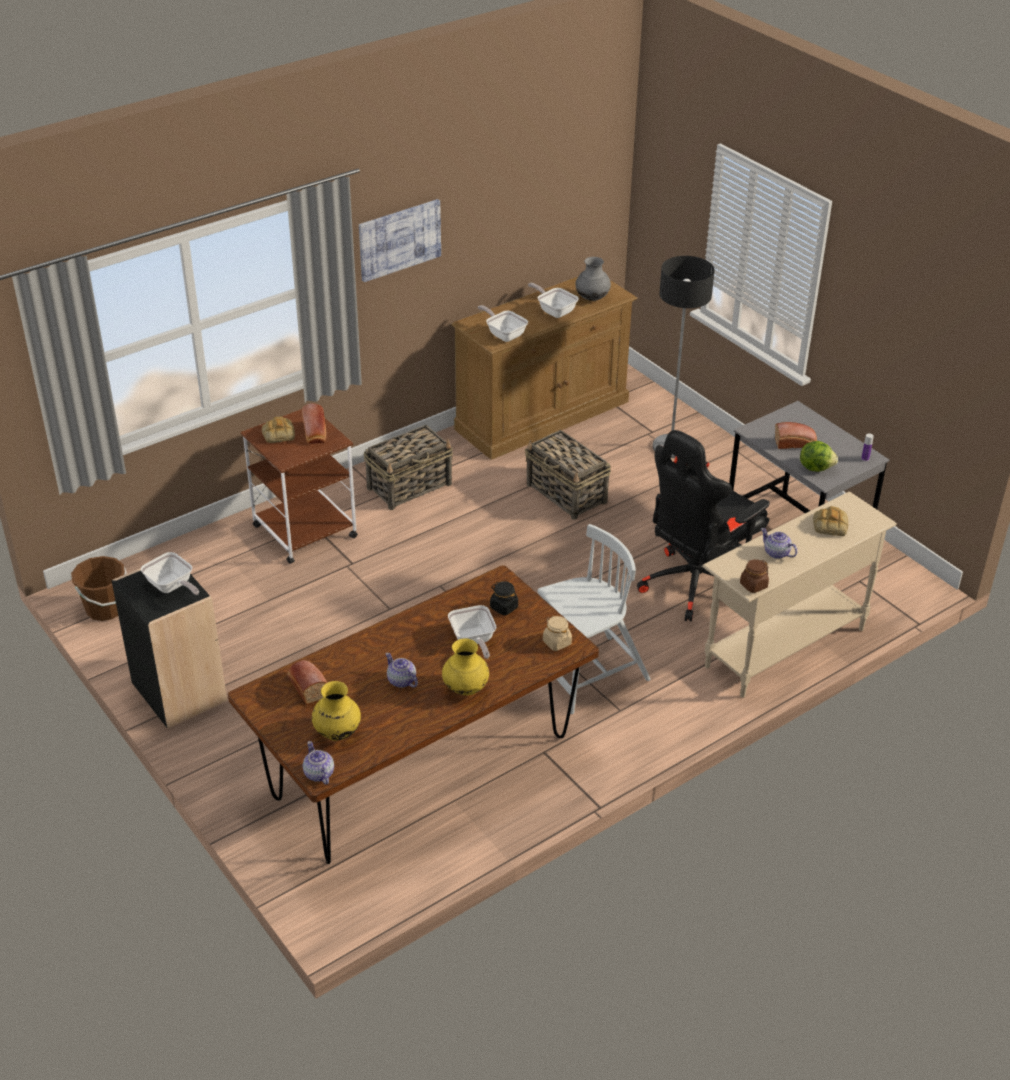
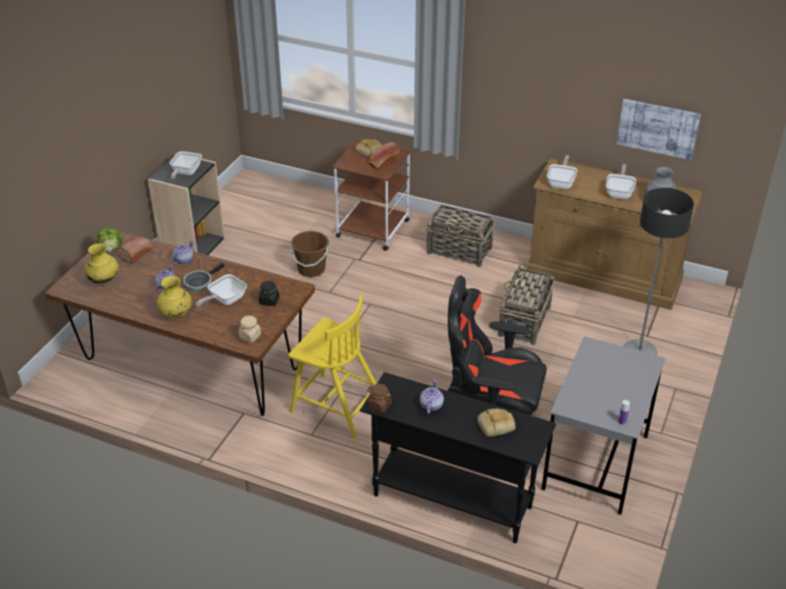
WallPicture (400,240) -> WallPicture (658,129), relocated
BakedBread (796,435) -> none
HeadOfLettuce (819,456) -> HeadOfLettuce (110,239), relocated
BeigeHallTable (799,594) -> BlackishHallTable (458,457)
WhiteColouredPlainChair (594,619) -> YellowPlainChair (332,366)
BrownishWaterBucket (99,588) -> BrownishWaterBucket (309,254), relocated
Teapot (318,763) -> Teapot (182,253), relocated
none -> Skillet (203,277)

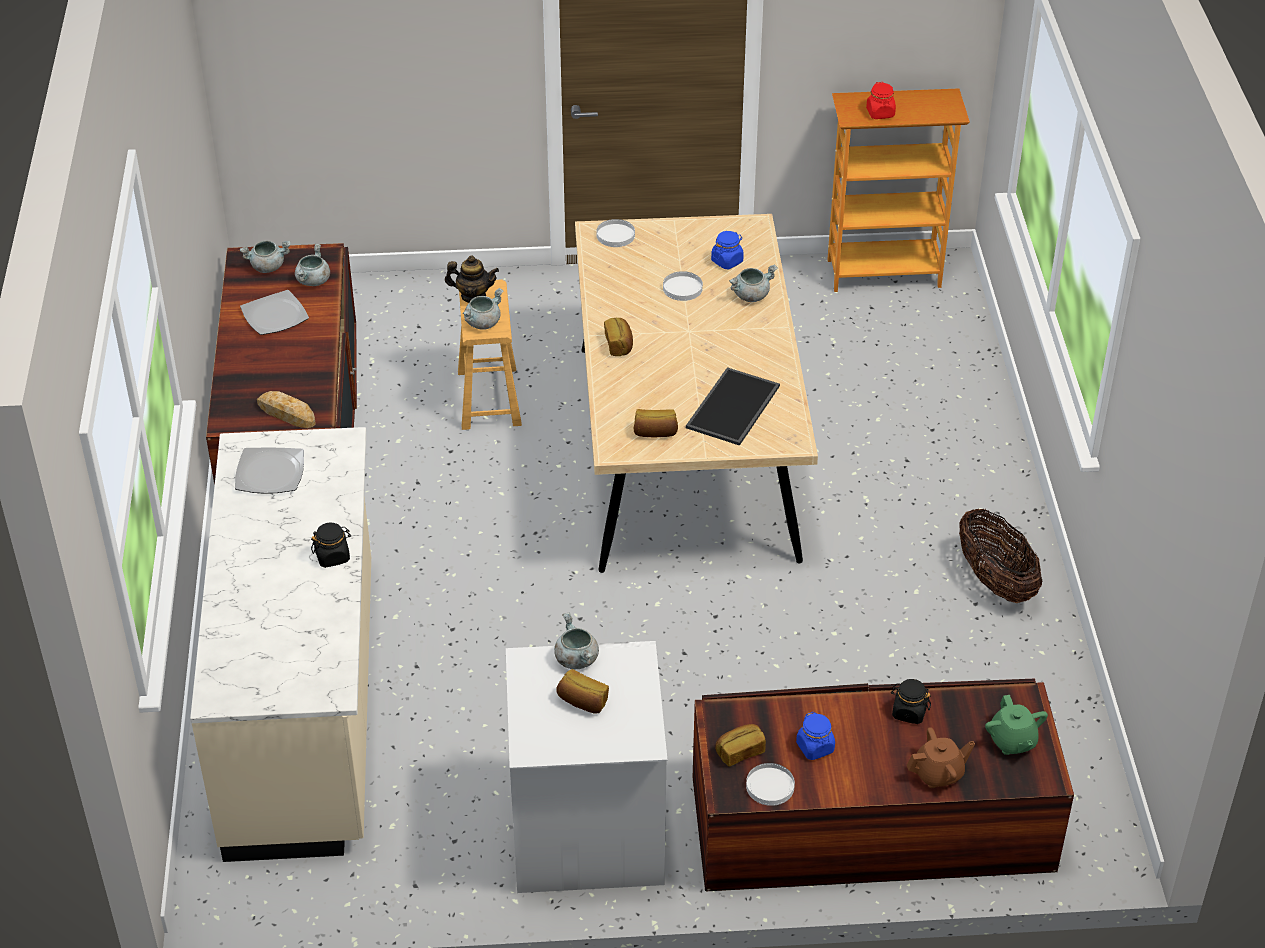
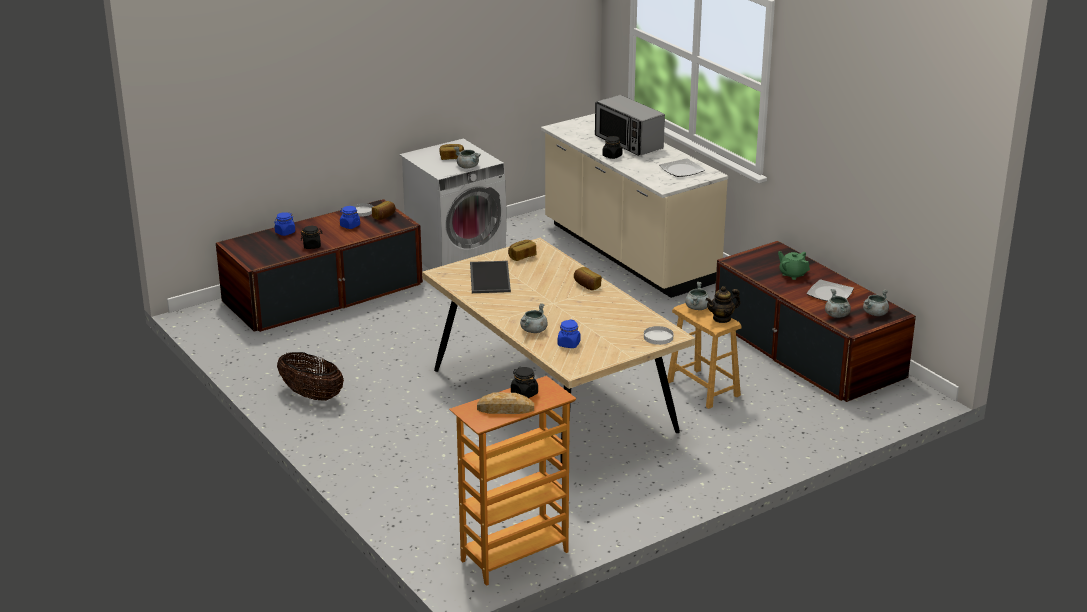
RedColouredPreserveJar (881,100) -> BlackishPreserveJar (524,382)
WhiteColouredFlatDish (683,286) -> none
BakedBread (286,409) -> BakedBread (505,403), relocated
GreenishTeapot (1016,725) -> GreenishTeapot (794,265), relocated
BrownishTeapot (941,757) -> BlueColouredPreserveJar (284,224)
none -> KitchenMicrowave (630,125)

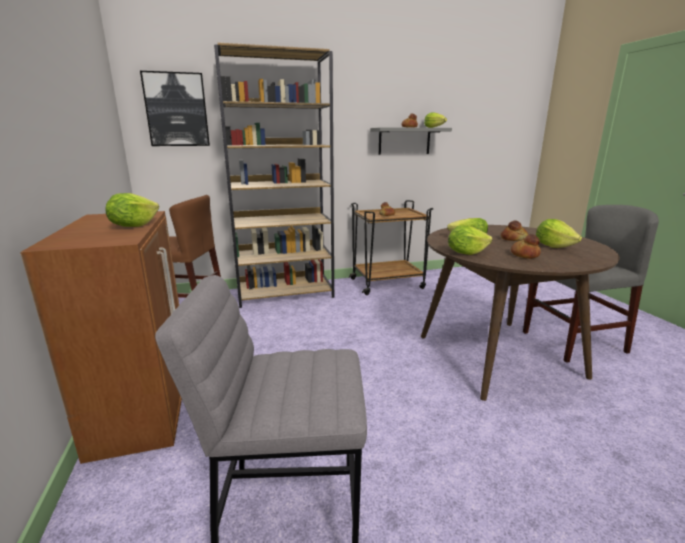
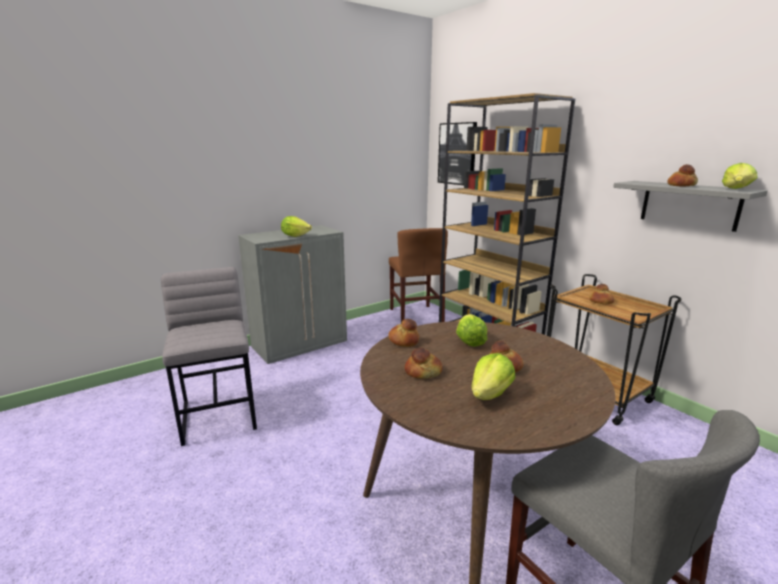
BrownishCupboard (101,337) -> GreyishCupboard (292,294)
HeadOfLettuce (470,240) -> BakedBread (403,333)

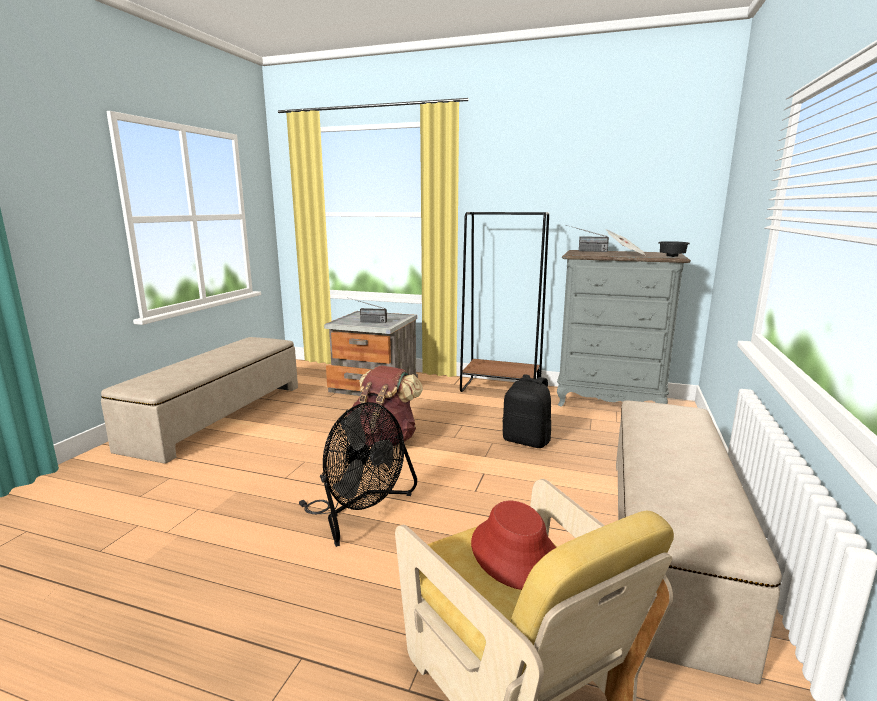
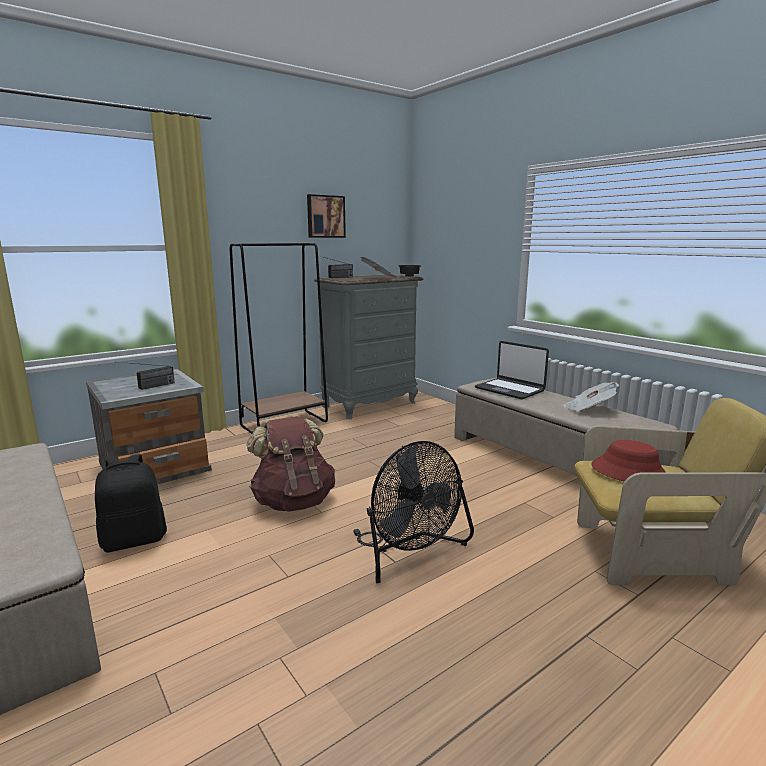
BlackishBackpack (526,411) -> BlackishBackpack (131,503), relocated
BlackishElectricFan (358,474) -> BlackishElectricFan (413,512), 75 degrees clockwise
none -> WallPicture (326,216)
none -> PortableComputer (512,370)
none -> Newspaper (591,397)

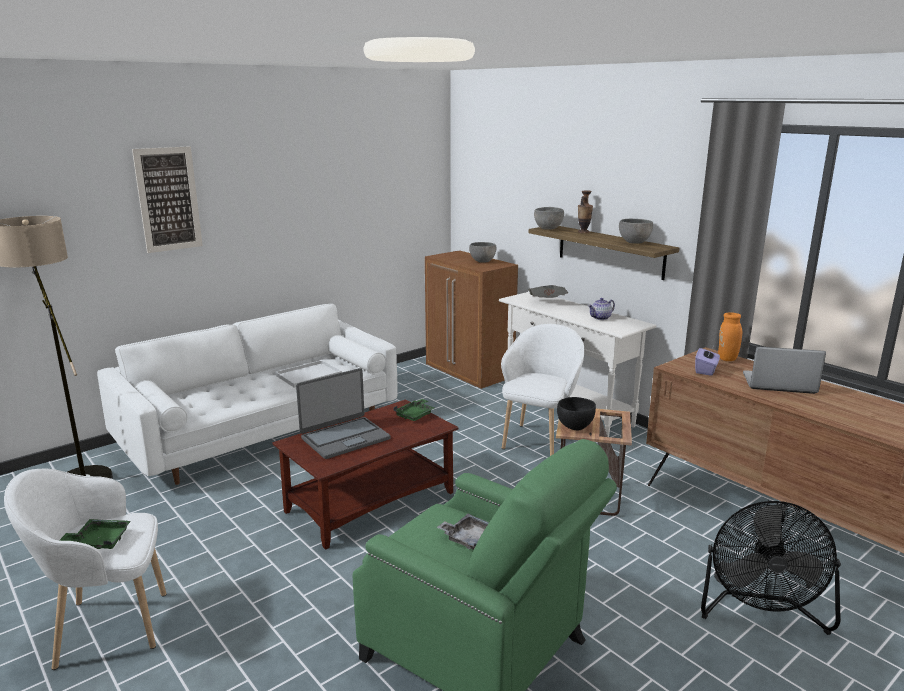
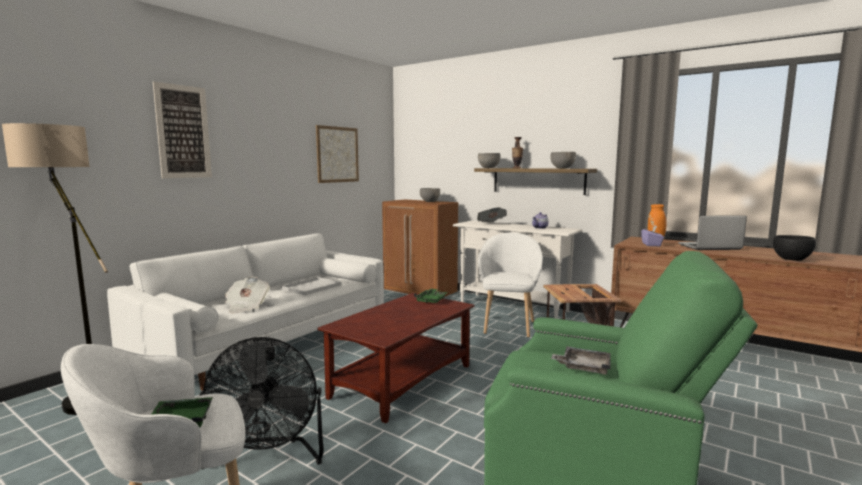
PortableComputer (343,413) -> none
BlackishDeepDish (576,413) -> BlackishDeepDish (794,248), relocated
BlackishElectricFan (771,567) -> BlackishElectricFan (261,403), relocated
none -> WallPicture (337,154)
none -> Newspaper (247,295)

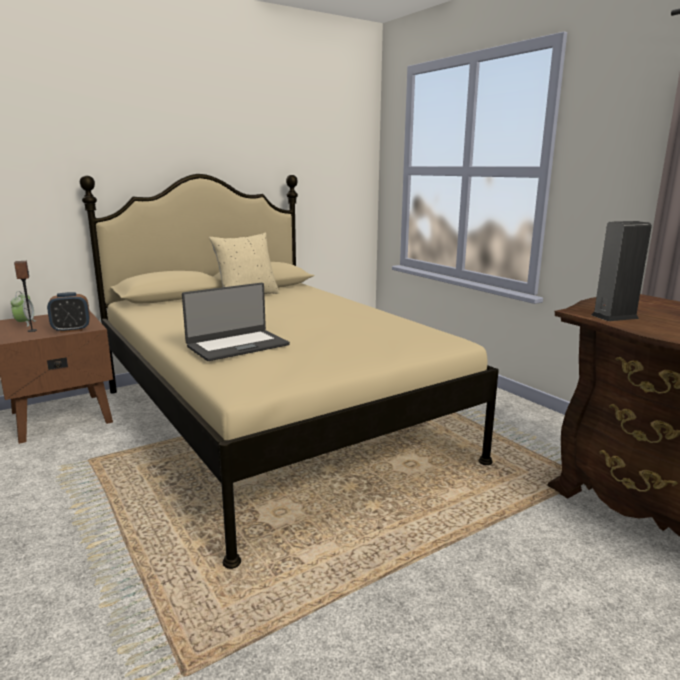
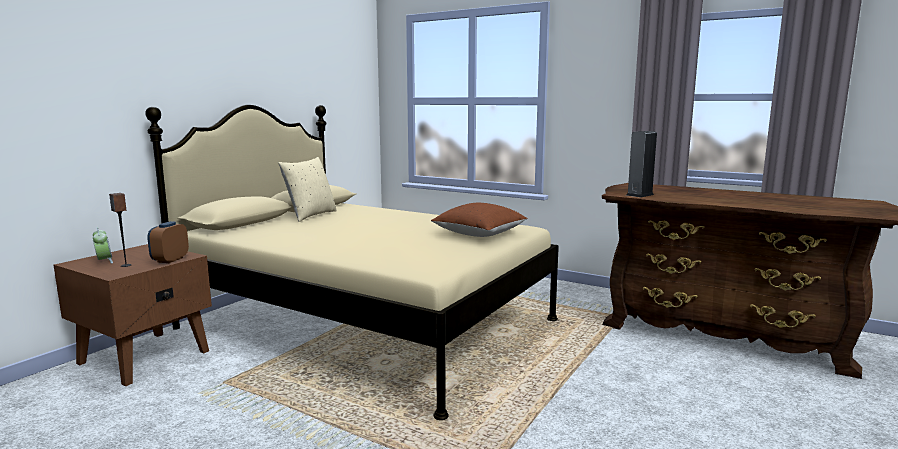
PortableComputer (236,322) -> none
BedsideClock (68,312) -> BedsideClock (168,242), 150 degrees clockwise
none -> BrownishCushion (479,220)

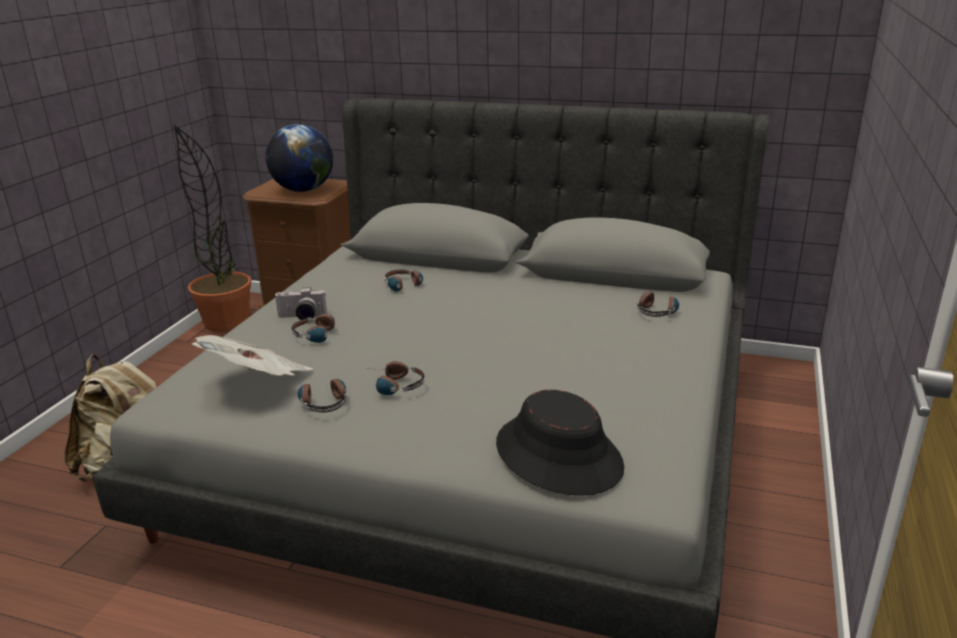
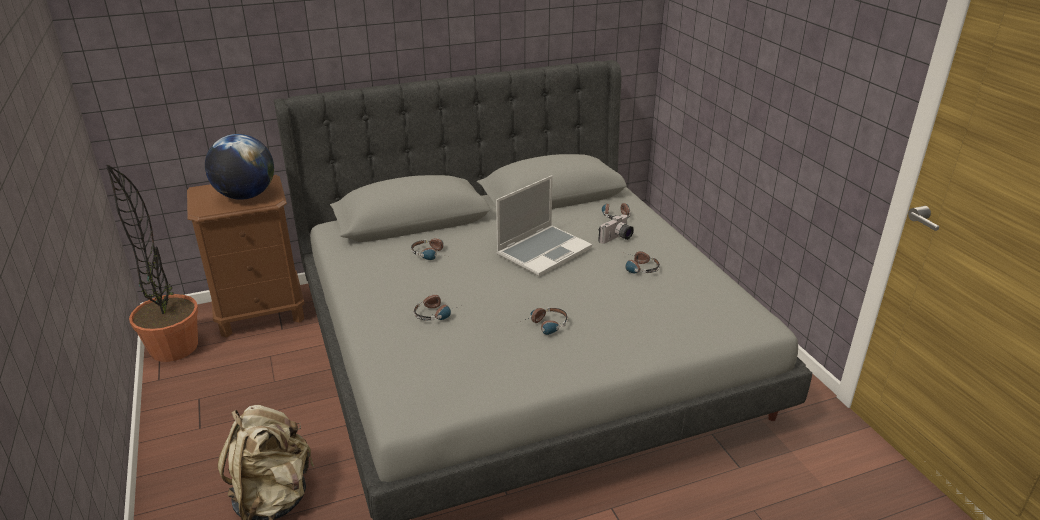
StillCamera (301,303) -> StillCamera (616,229), relocated
Newspaper (252,355) -> none
PairOfHeadphones (322,395) -> PairOfHeadphones (641,262), relocated
BlackishHat (560,443) -> none
none -> PortableComputer (544,225)

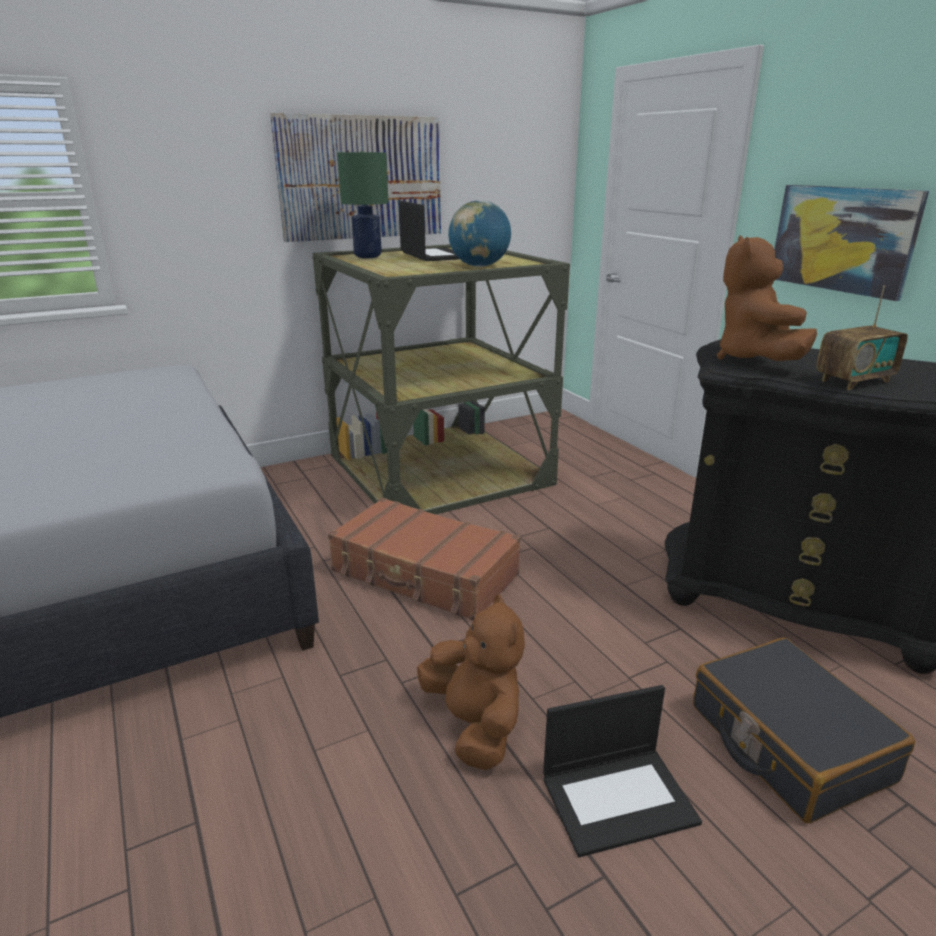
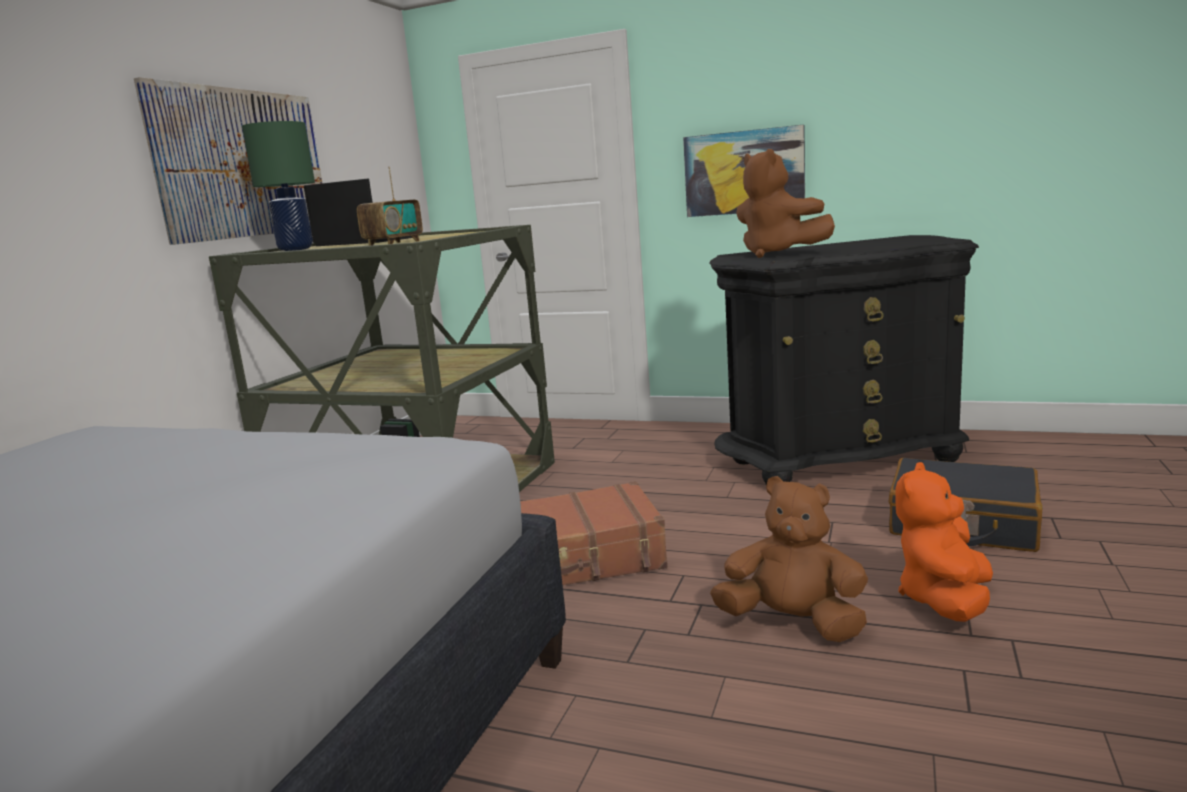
WorldGlobe (479,233) -> none
RadioReceiver (862,337) -> RadioReceiver (390,206), relocated
PortableComputer (622,771) -> OrangeColouredSoftToy (944,542)

